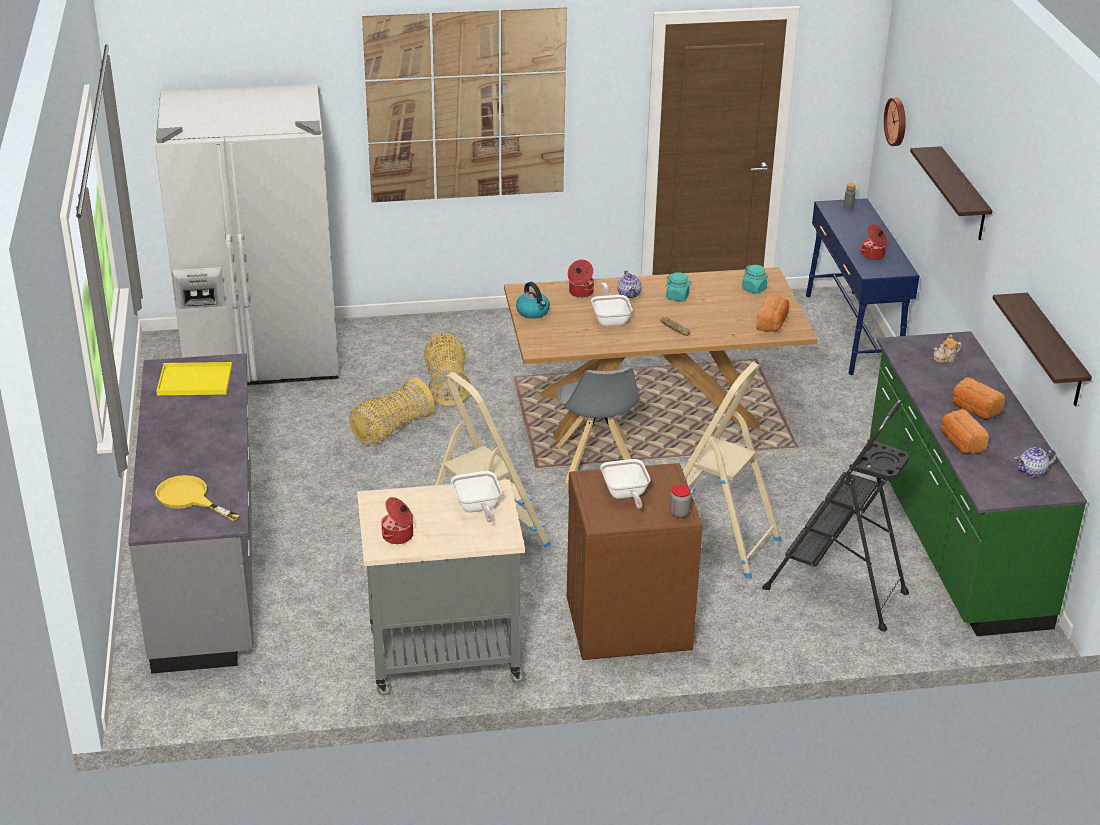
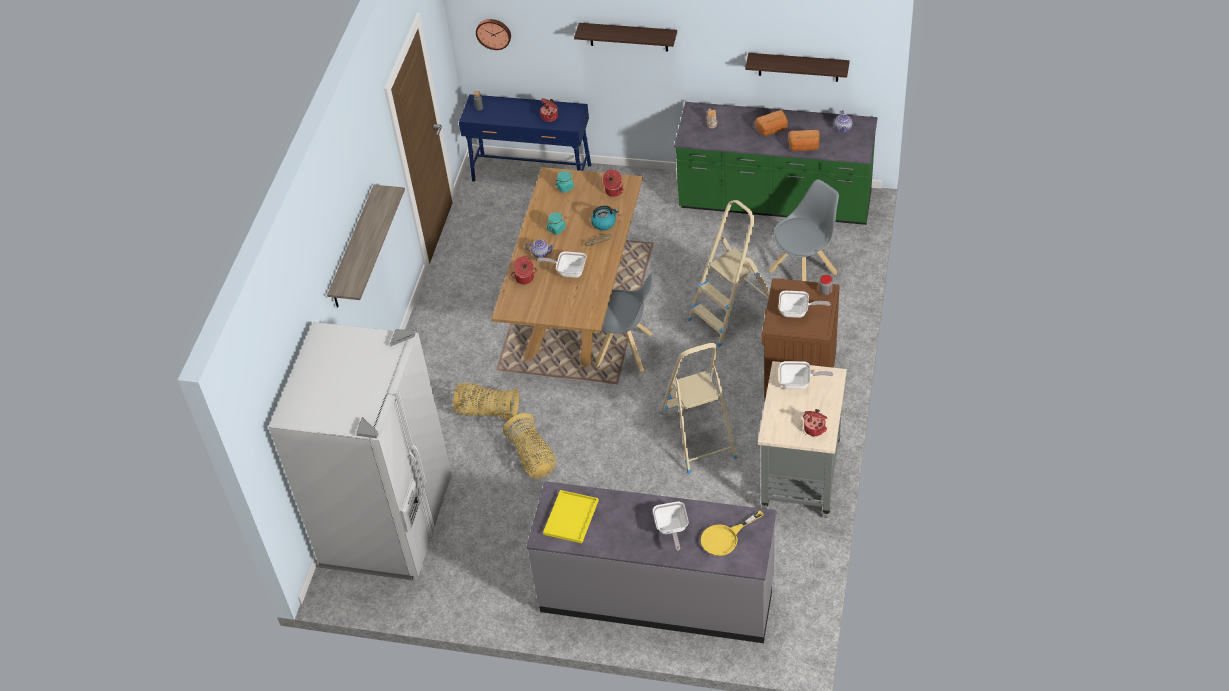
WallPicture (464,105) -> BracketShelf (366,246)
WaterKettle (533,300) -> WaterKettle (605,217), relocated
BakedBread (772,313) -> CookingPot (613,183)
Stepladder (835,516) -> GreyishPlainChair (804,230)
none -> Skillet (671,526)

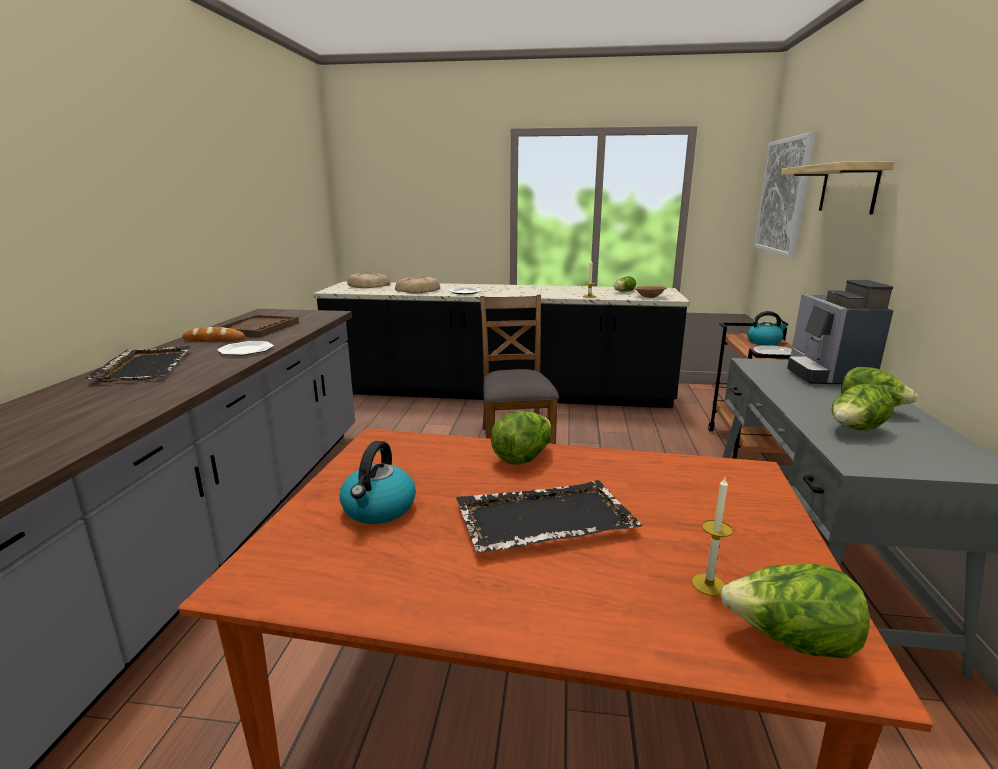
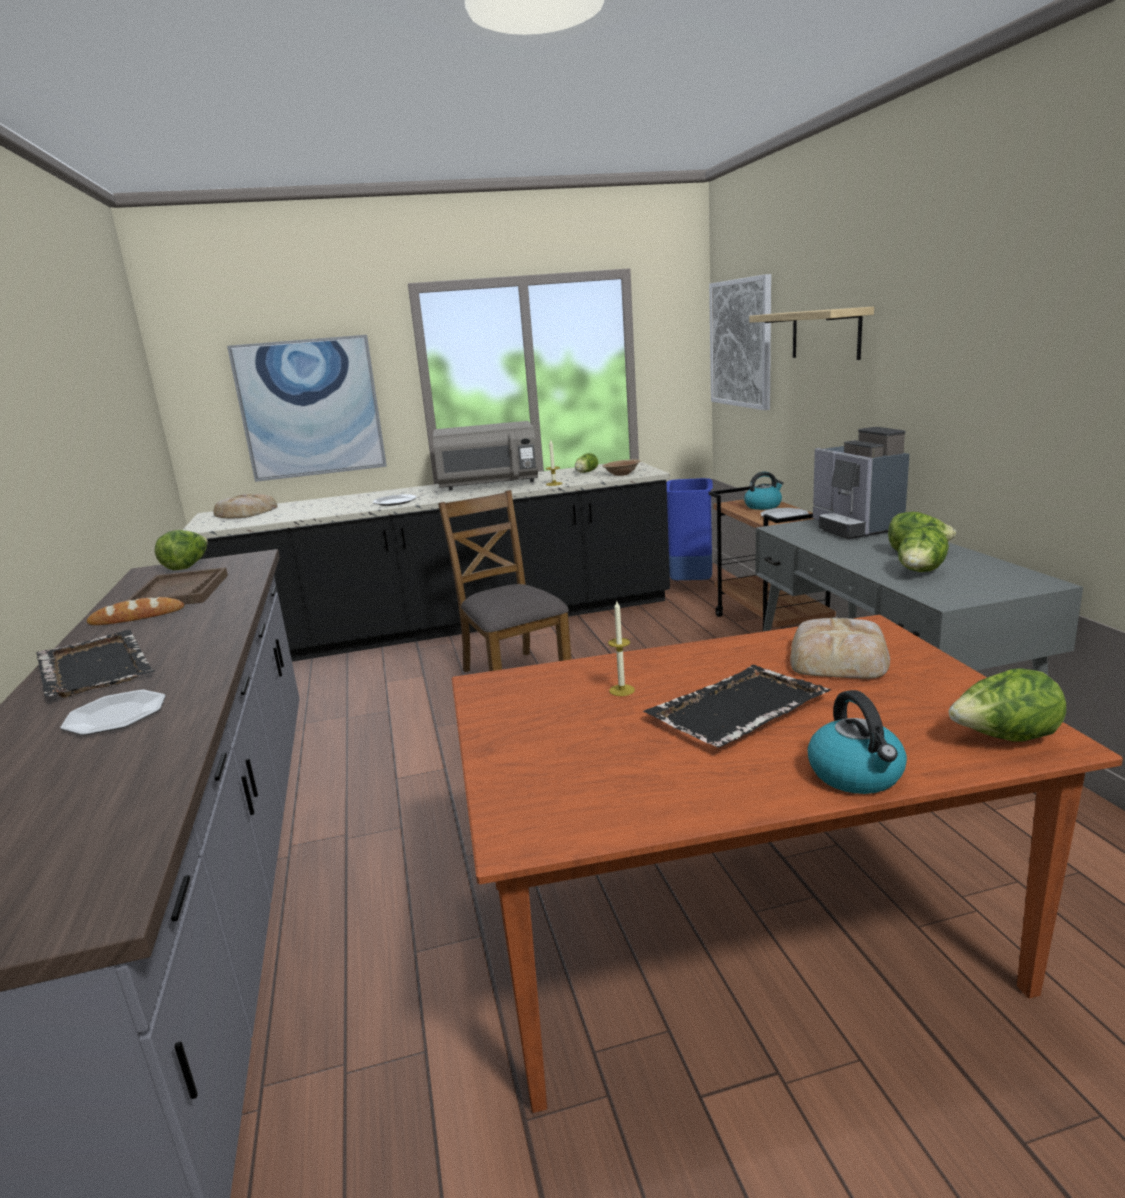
BakedBread (417,285) -> BakedBread (840,648), relocated
FlatDish (245,348) -> FlatDish (113,712), relocated
HeadOfLettuce (521,437) -> HeadOfLettuce (181,550), relocated
WaterKettle (377,482) -> WaterKettle (857,742), relocated
WaxCandle (712,536) -> WaxCandle (621,648), relocated
none -> WallPicture (307,408)
none -> GreyishKitchenMicrowave (485,455)
none -> BlueColouredWasteBin (690,529)

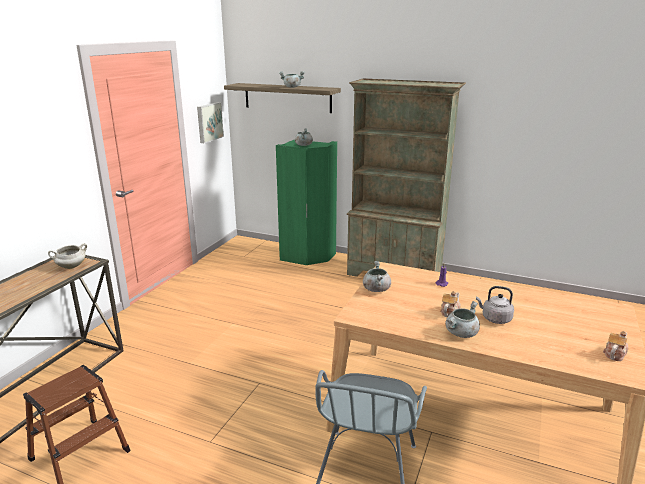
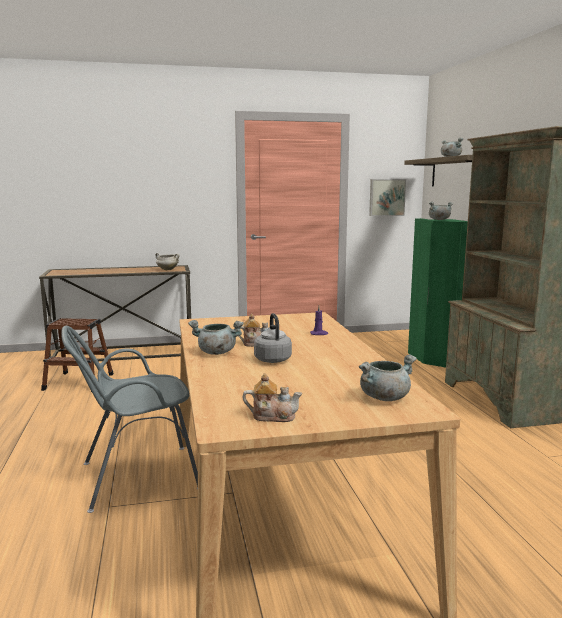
GreyishCookingPot (377,276) -> GreyishCookingPot (388,378), relocated

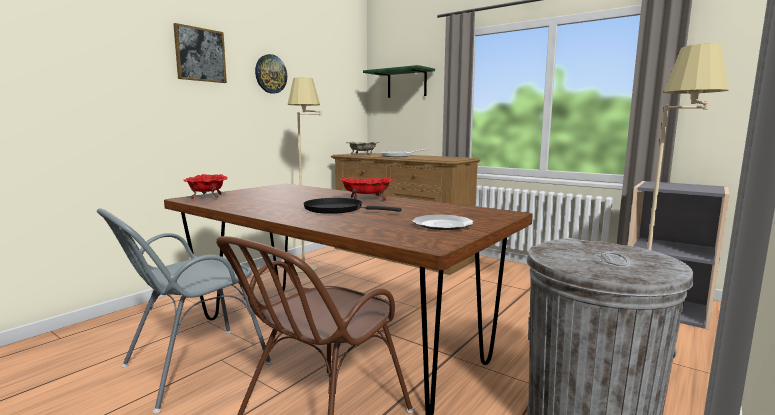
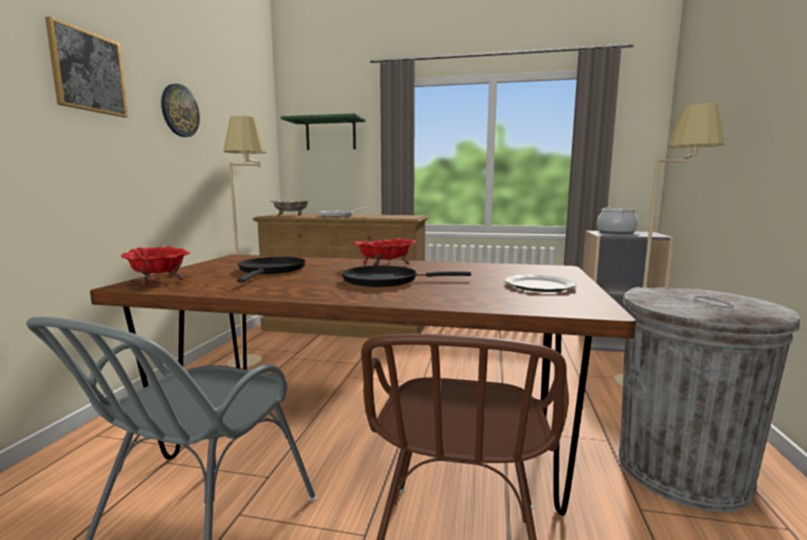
none -> CookingPot (617,220)
none -> BlackishSkillet (271,270)

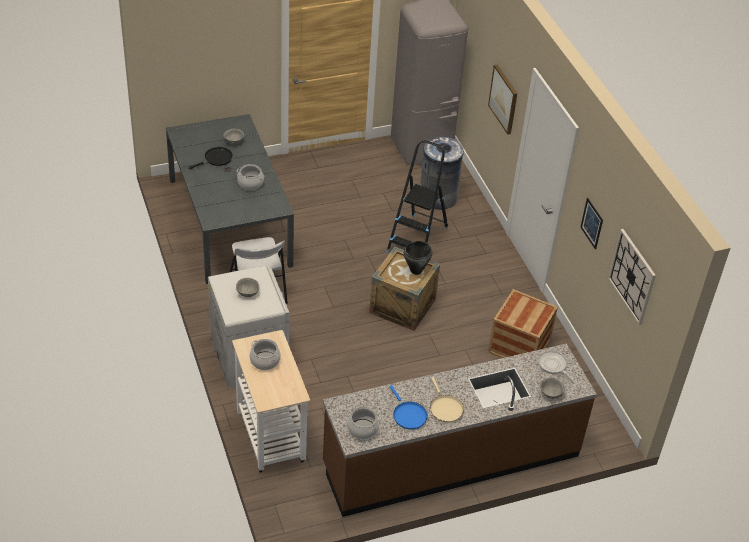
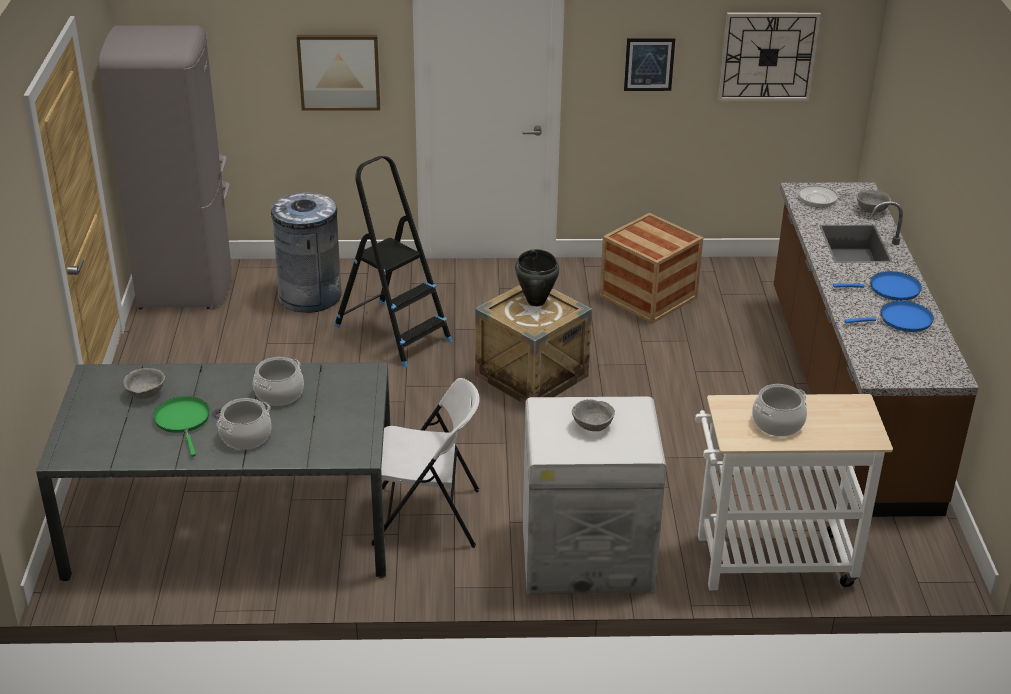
BlackishSkillet (210,158) -> GreenishSkillet (181,426)
BeigeSkillet (447,400) -> BlueColouredSkillet (877,286)
CookingPot (363,423) -> CookingPot (243,424), relocated

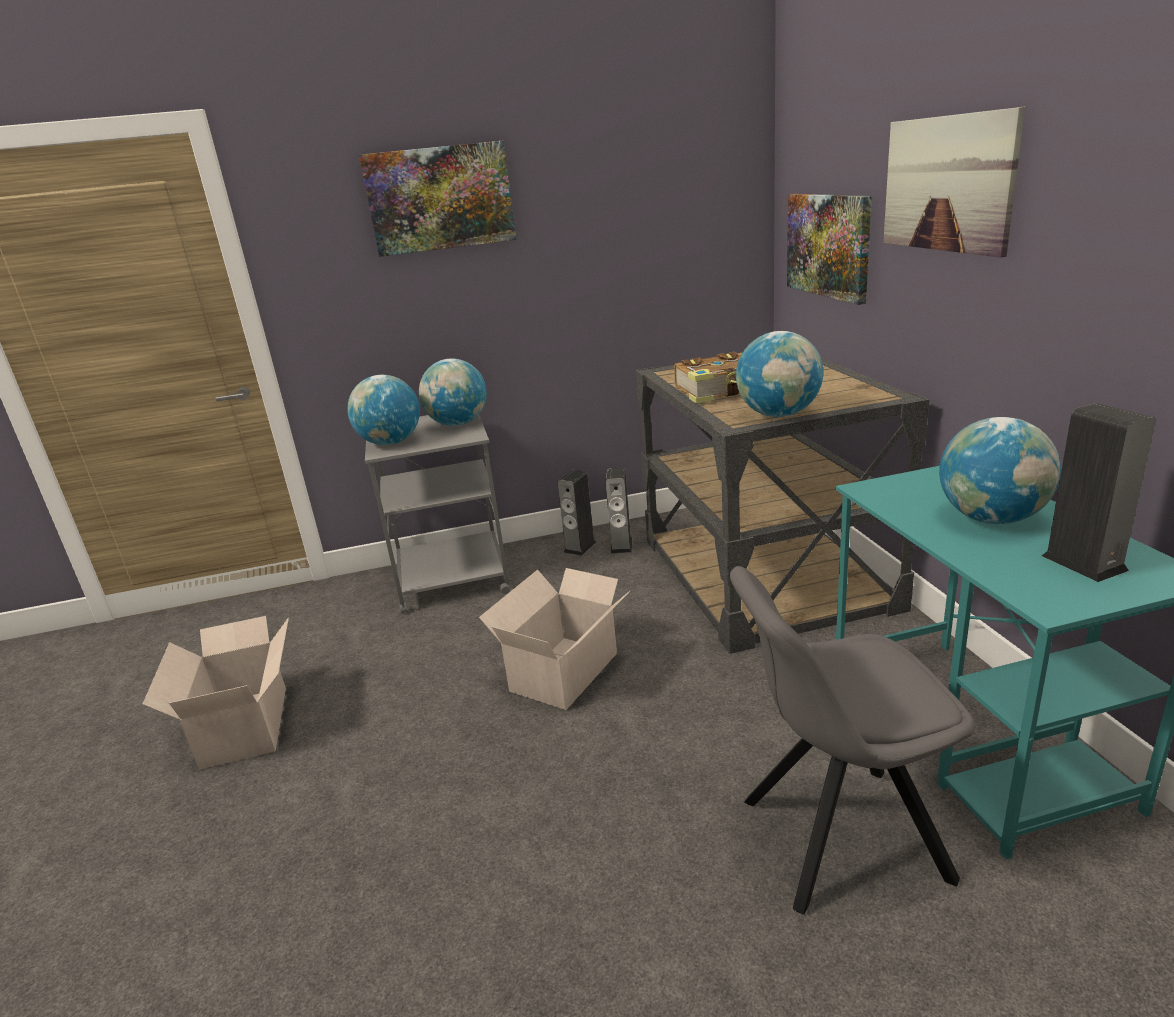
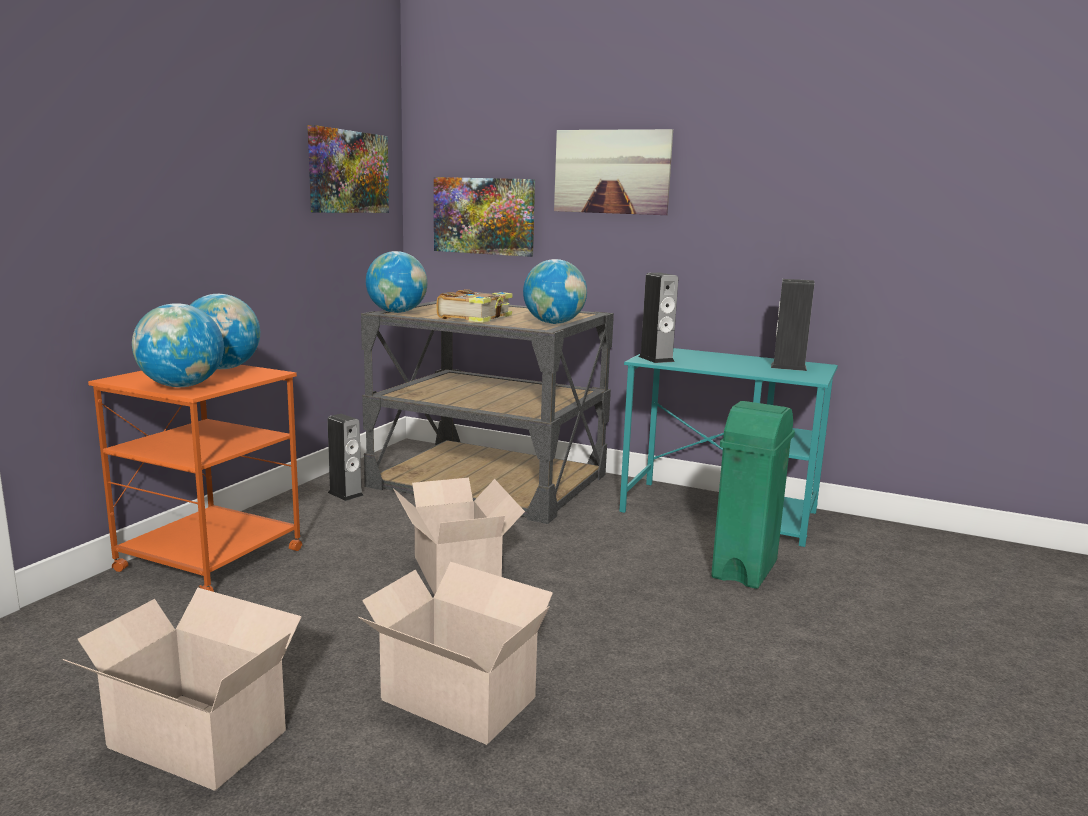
WallPicture (437,198) -> WallPicture (348,169), relocated
GreyishTrolley (438,514) -> OrangeColouredTrolley (195,478)
WorldGlobe (1000,470) -> WorldGlobe (397,282), relocated
Speaker (576,513) -> Speaker (658,318), relocated
GreyishPlainChair (852,740) -> GreenishWasteBin (753,495)
none -> PackingBox (455,653)

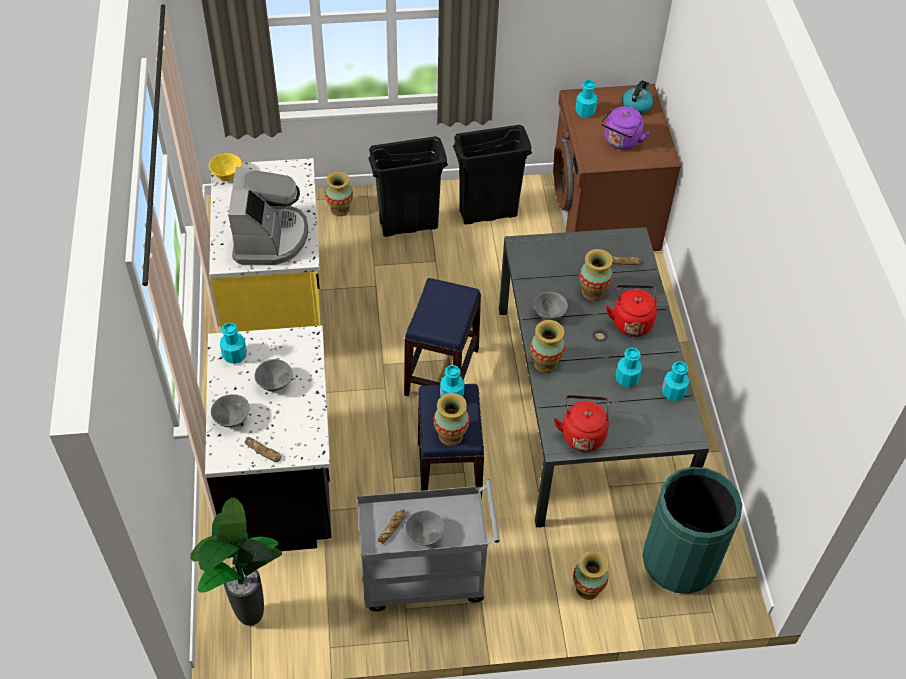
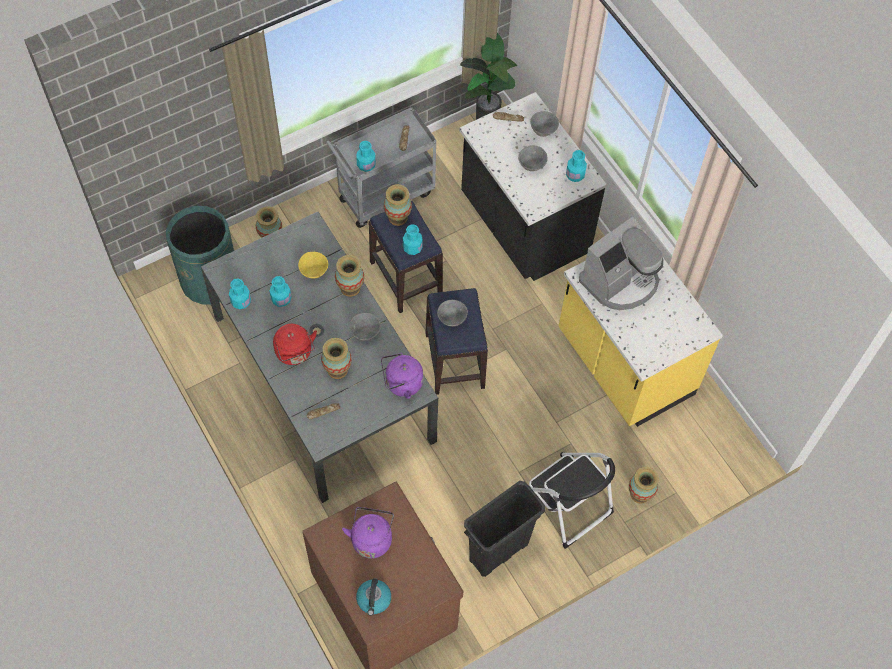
TurquoiseBeverageBottle (586,99) -> TurquoiseBeverageBottle (366,156), relocated
BlackishWasteBin (408,186) -> Stepladder (572,500)
YellowDeepDish (225,167) -> YellowDeepDish (313,265), relocated
CoffeeMaker (268,216) -> CoffeeMaker (621,263), 105 degrees counterclockwise
RedColouredWaterKettle (581,423) -> none
GreyishDeepDish (424,528) -> GreyishDeepDish (452,313), relocated
none -> PurpleColouredWaterKettle (402,376)

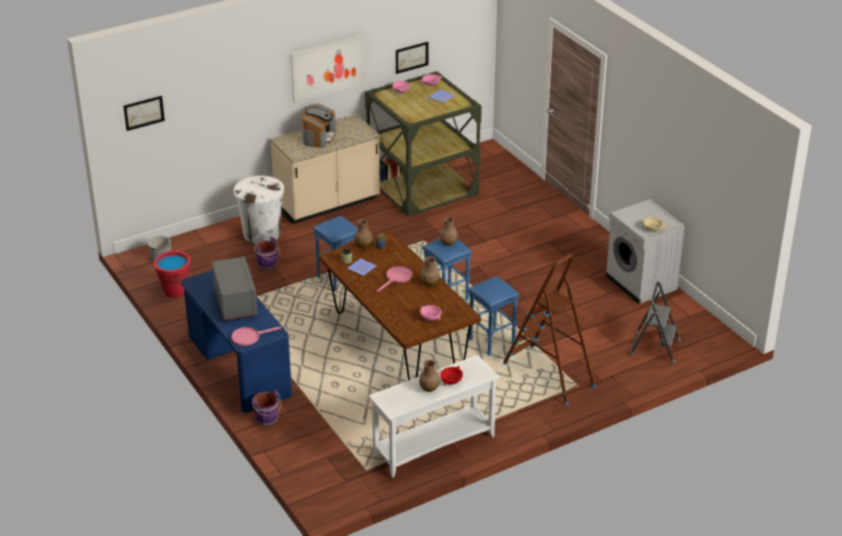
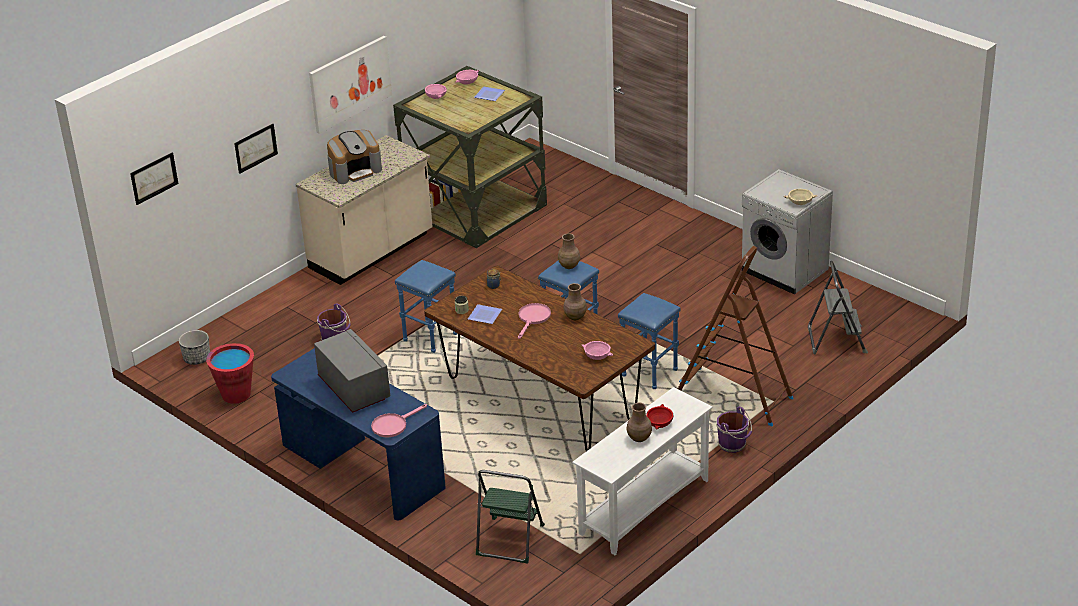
WallPicture (412,58) -> WallPicture (256,149), relocated
CoffeeMaker (319,125) -> CoffeeMaker (354,157), 60 degrees clockwise
WhiteColouredWasteBin (259,210) -> none
BrownishDecorativeVase (363,233) -> none
PurpleColouredWaterBucket (266,408) -> PurpleColouredWaterBucket (734,430), relocated
none -> GreenishStepladder (510,517)

